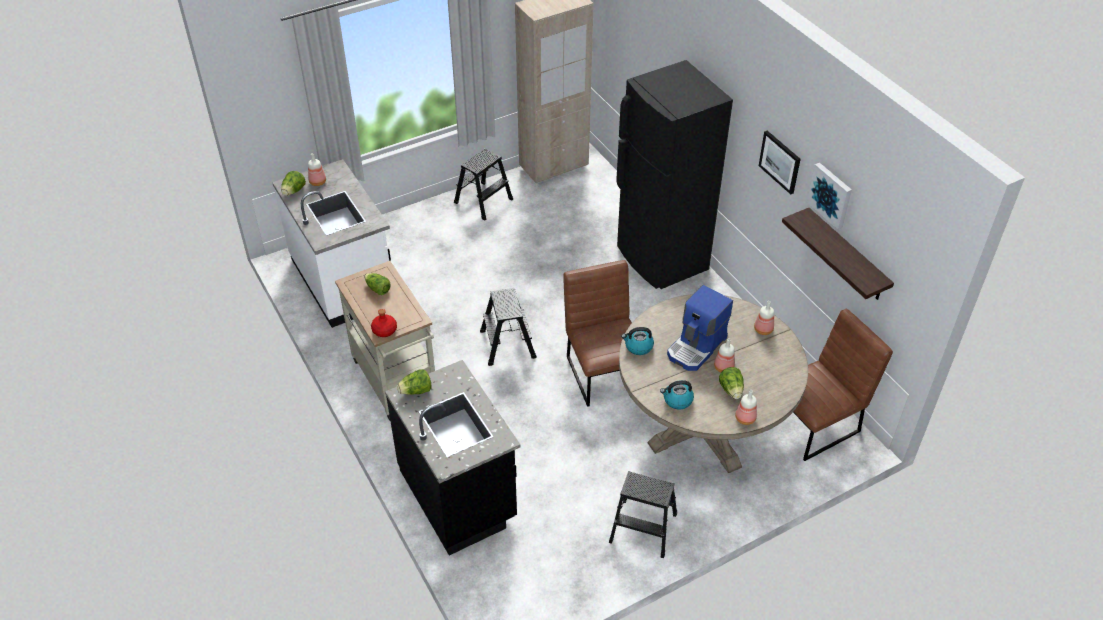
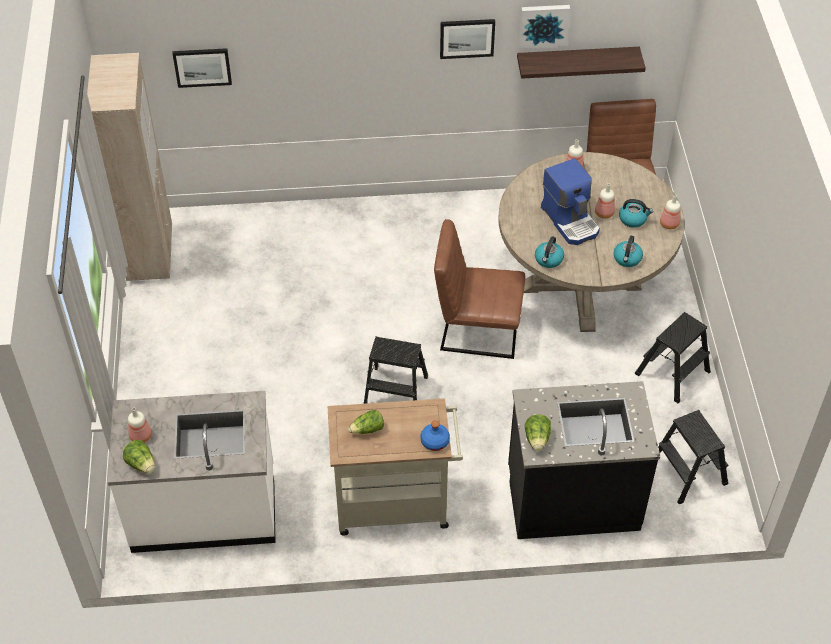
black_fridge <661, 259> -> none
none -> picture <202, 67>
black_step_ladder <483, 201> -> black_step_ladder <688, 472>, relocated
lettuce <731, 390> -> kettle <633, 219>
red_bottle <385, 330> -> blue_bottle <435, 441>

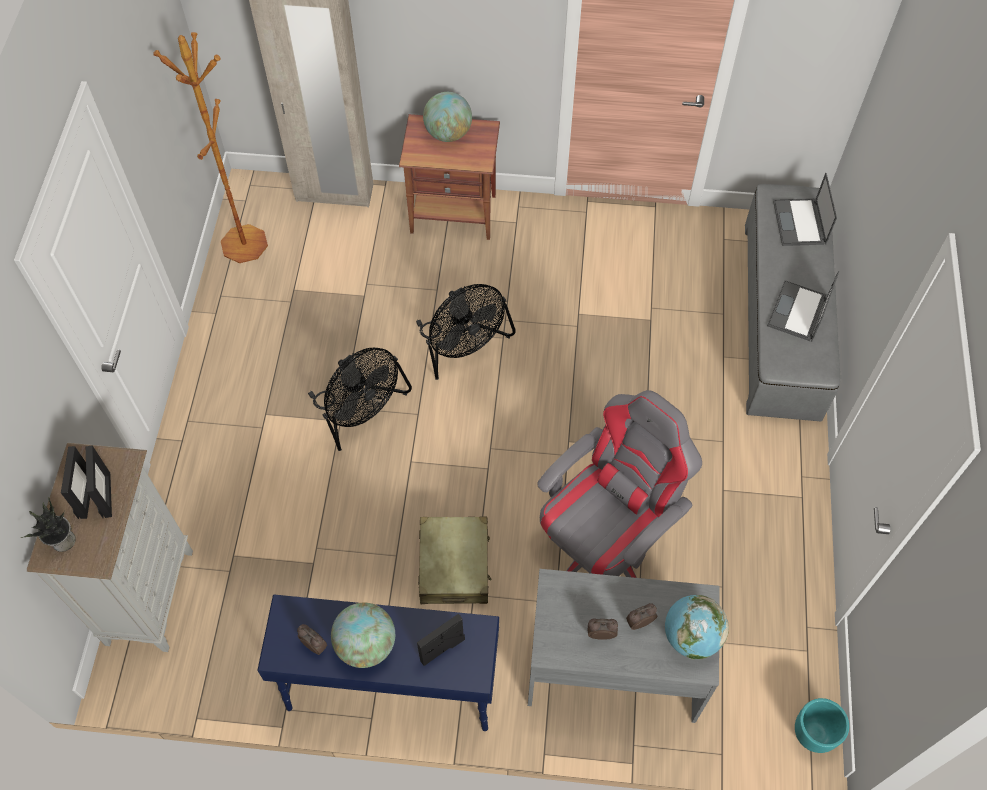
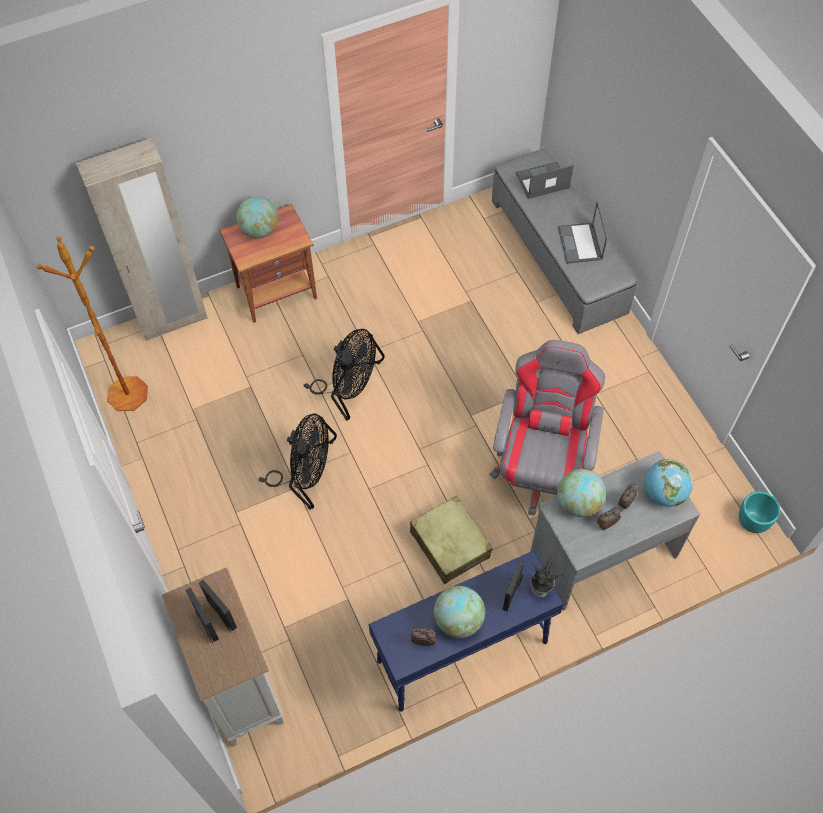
none -> globe <578, 503>
potted_plant <63, 542> -> potted_plant <540, 589>, relocated
laptop <800, 223> -> laptop <542, 181>, 105 degrees clockwise

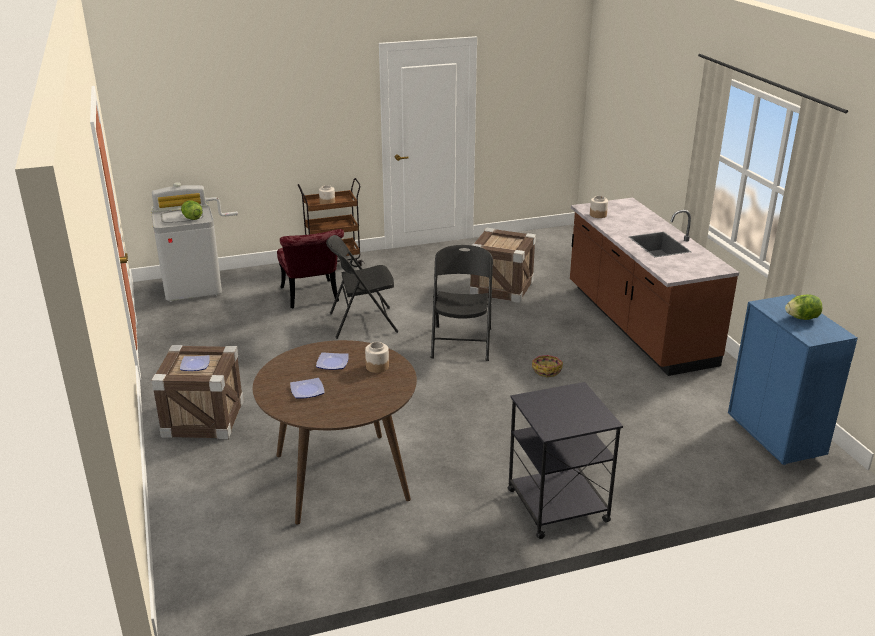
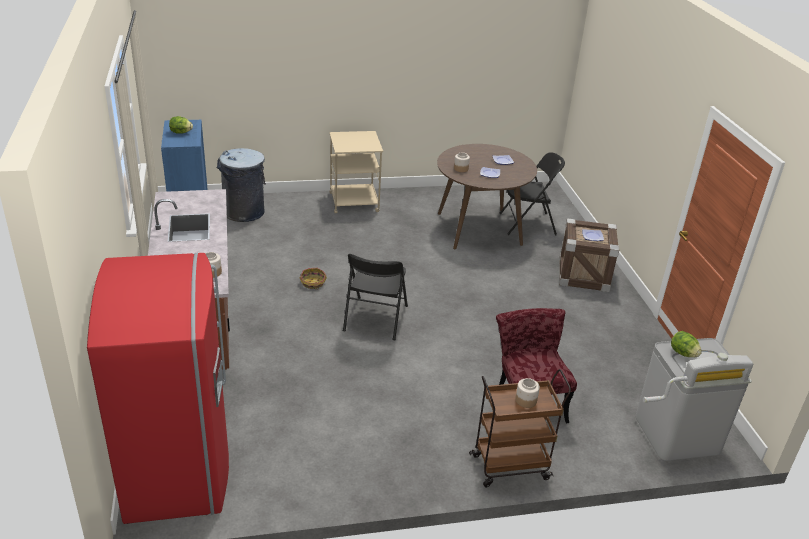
crate <501, 287> -> none
none -> red_fridge <179, 468>
none -> grey_trash_can <244, 212>
black_chair <363, 322> -> black_chair <527, 224>, relocated
black_cart <556, 506> -> beige_cart <355, 202>

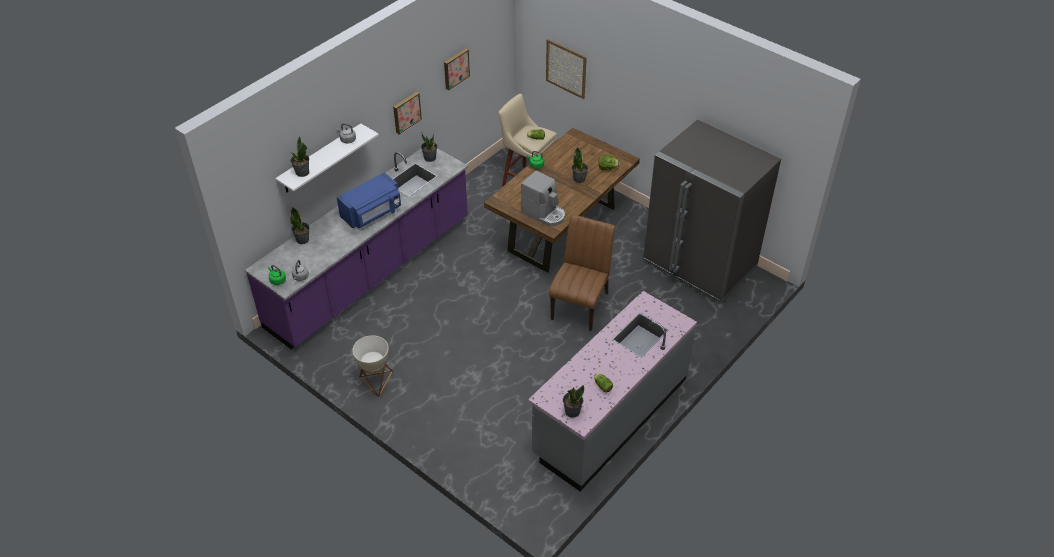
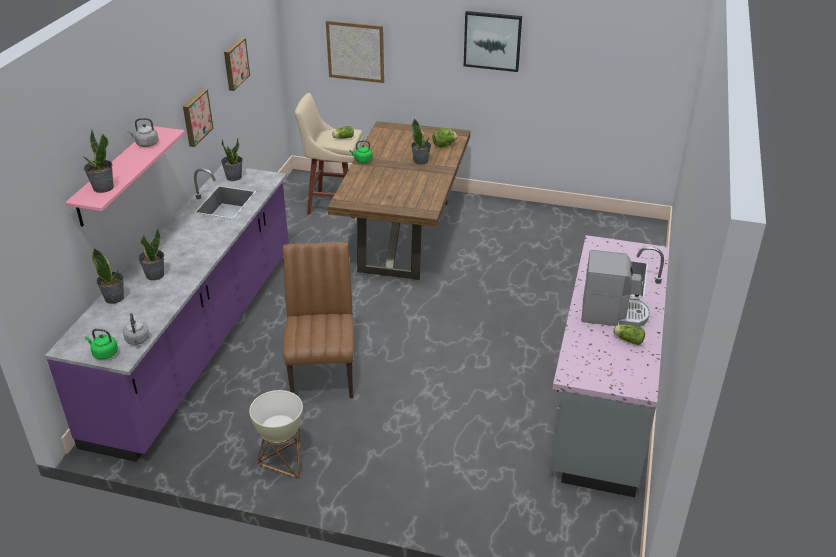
blue_microwave <372, 213> -> none
grey_fridge <699, 265> -> none
none -> picture <492, 41>
coffee_machine <544, 213> -> coffee_machine <613, 314>, relocated
brown_chair <580, 306> -> brown_chair <323, 373>, relocated
potted_plant <572, 411> -> potted_plant <154, 275>, relocated
white_shelf <320, 159> -> pink_shelf <115, 176>

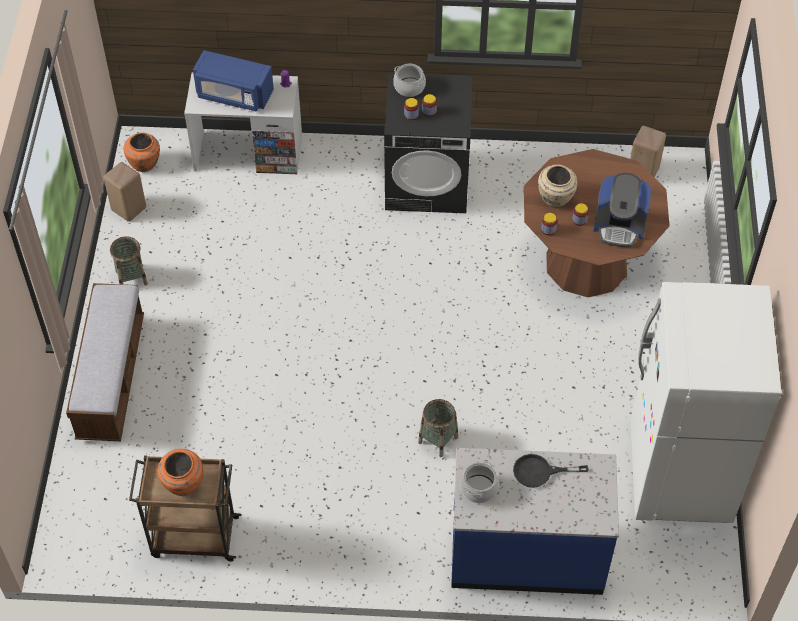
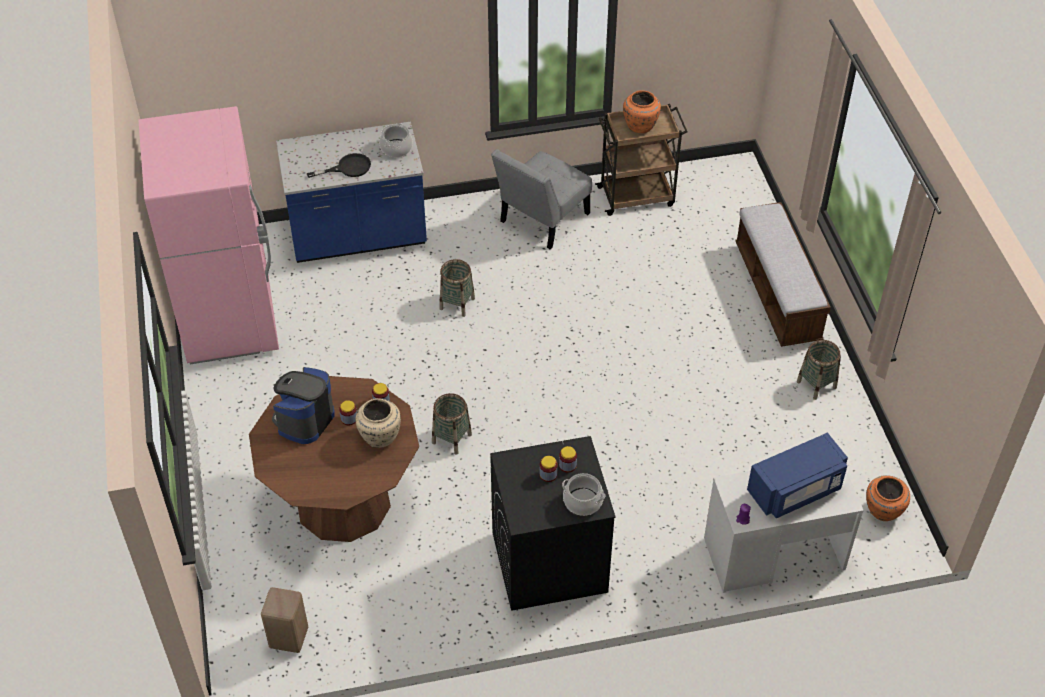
beige_stool <127, 209> -> none
none -> basket <451, 438>
none -> grey_chair <541, 220>
white_fridge <679, 474> -> pink_fridge <229, 320>
blue_microwave <234, 95> -> blue_microwave <795, 490>, 150 degrees clockwise
coffee_machine <619, 227> -> coffee_machine <304, 420>, 60 degrees counterclockwise

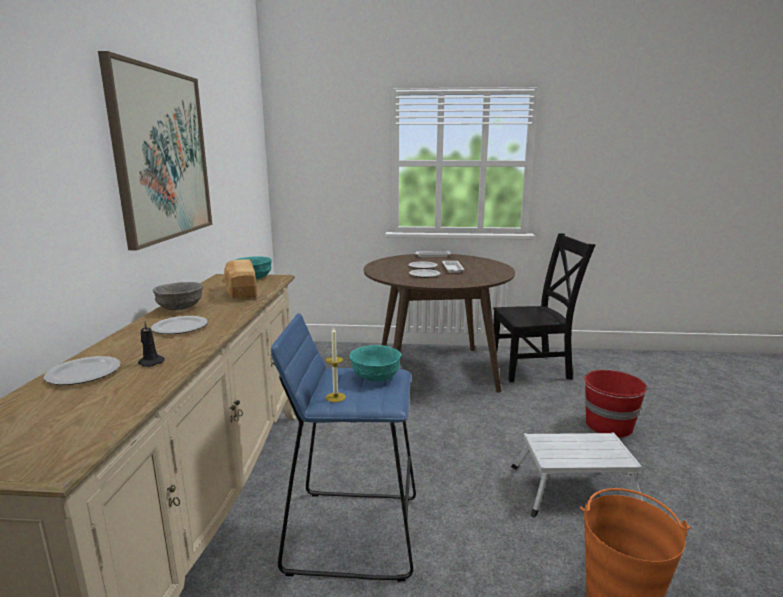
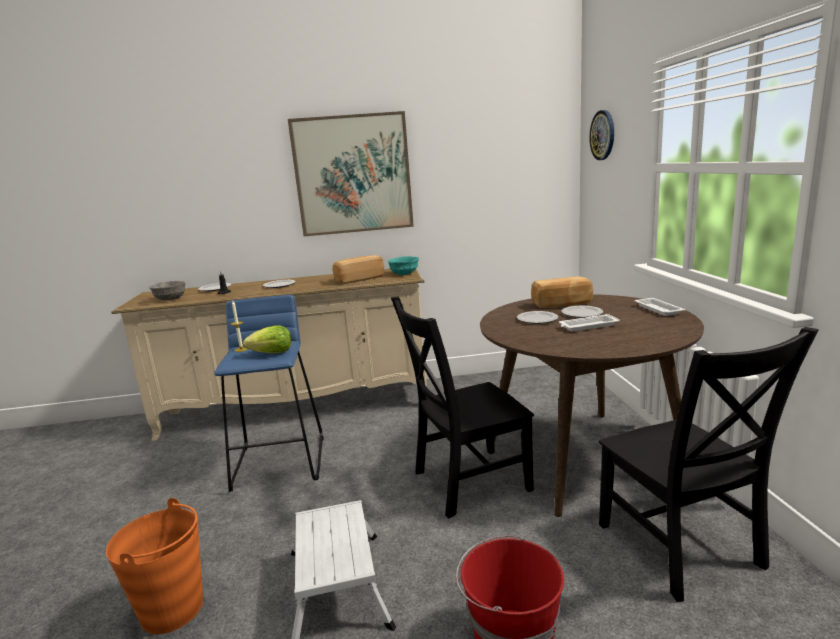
none -> black_chair <466, 482>
none -> bread <562, 304>
none -> wall_clock <603, 135>
grey_bowl <180, 308> -> grey_bowl <170, 299>, relocated
turquoise_bowl <376, 376> -> lettuce <272, 353>

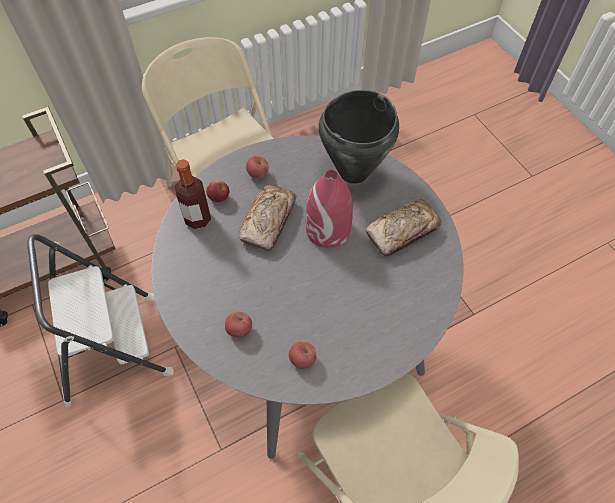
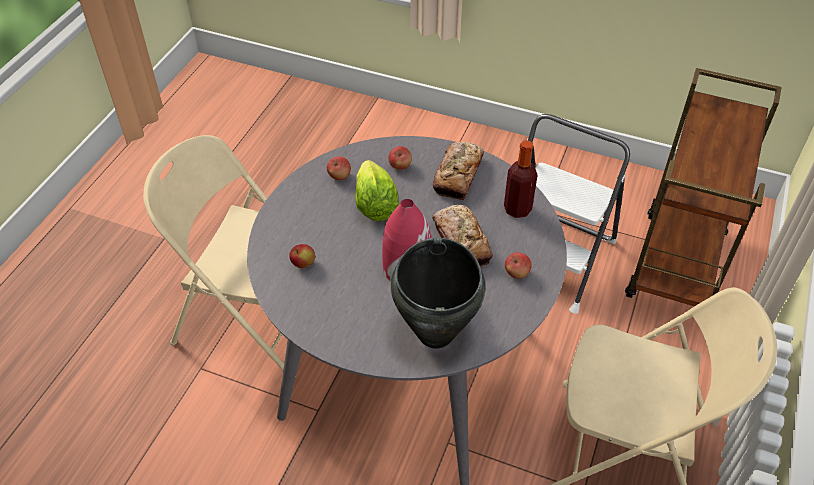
none -> lettuce <375, 205>
apple <219, 198> -> apple <303, 264>, relocated
bread <402, 232> -> bread <458, 175>, relocated

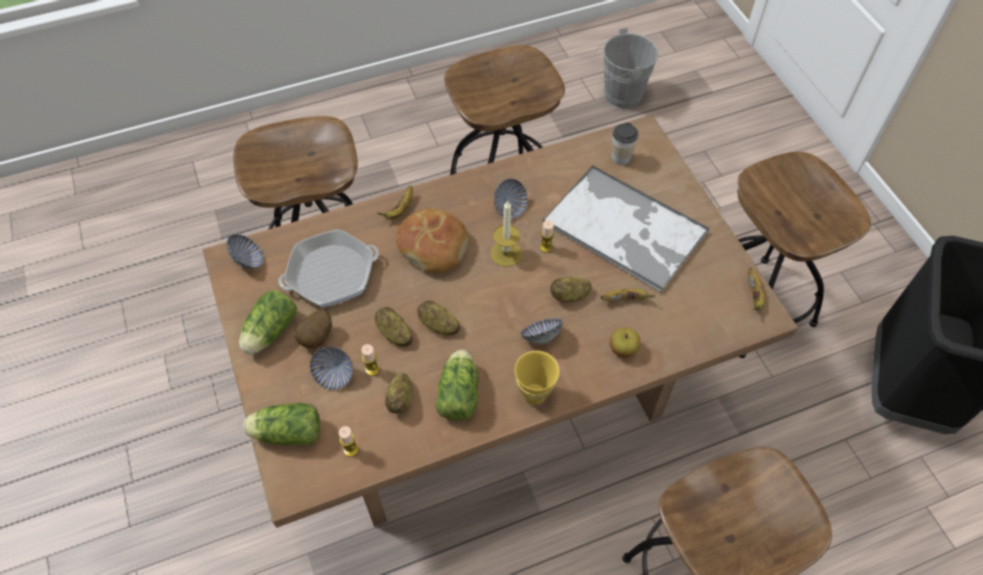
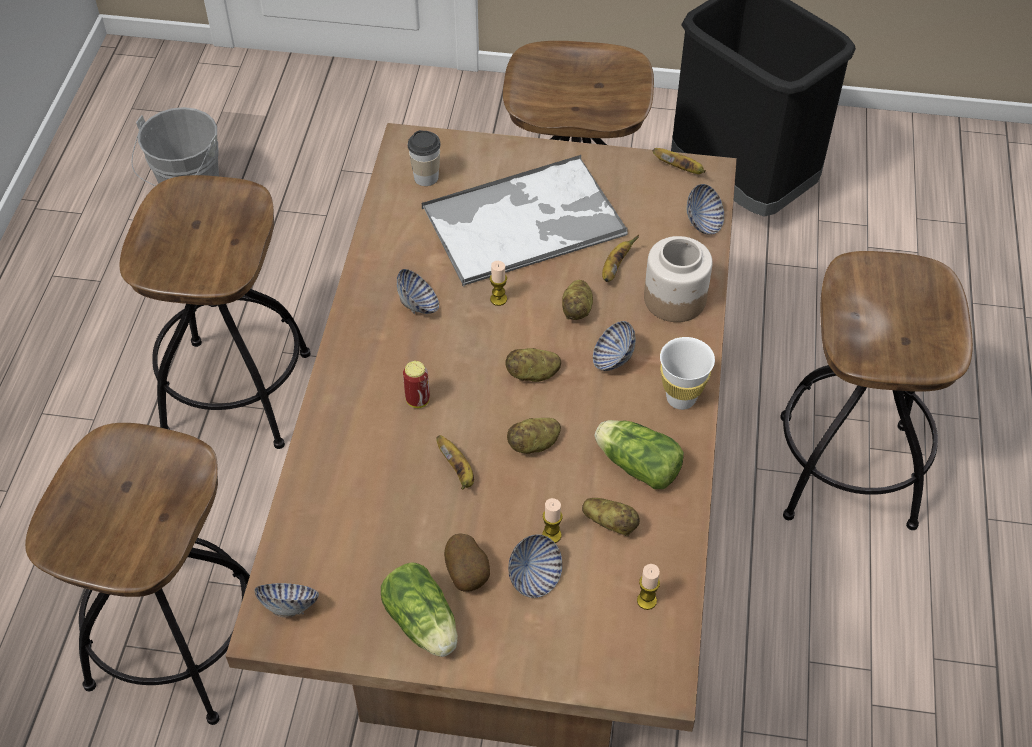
lettuce <285, 432> -> none
frying_pan <331, 274> -> none
candle <506, 253> -> none
none -> bowl <703, 223>
potato <394, 334> -> potato <533, 374>, relocated
banana <400, 210> -> banana <458, 470>, relocated
bread <433, 246> -> can <418, 400>
apple <623, 349> -> jar <674, 299>
yellow_cup <534, 394> -> white_cup <681, 398>

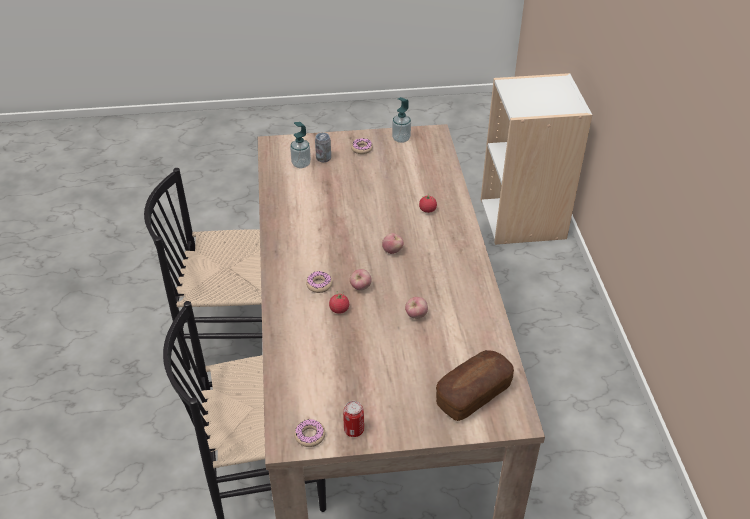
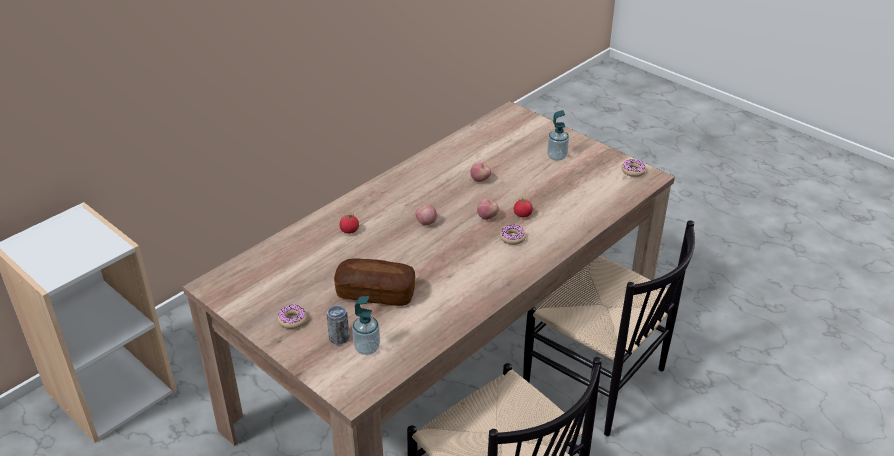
can <354, 430> -> none
soap_dispenser <401, 139> -> soap_dispenser <557, 156>, relocated
bread <473, 394> -> bread <376, 293>, relocated

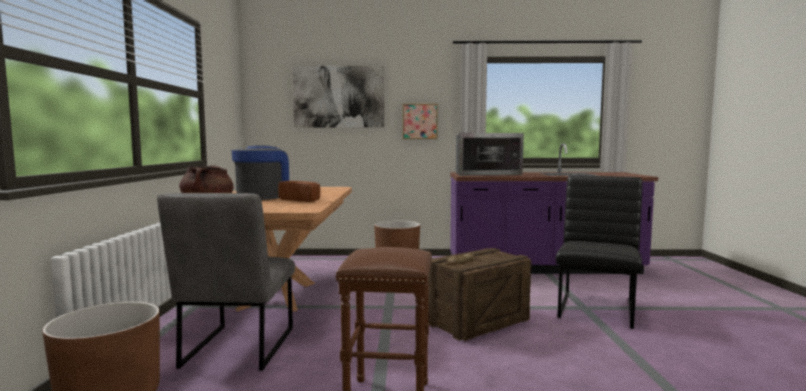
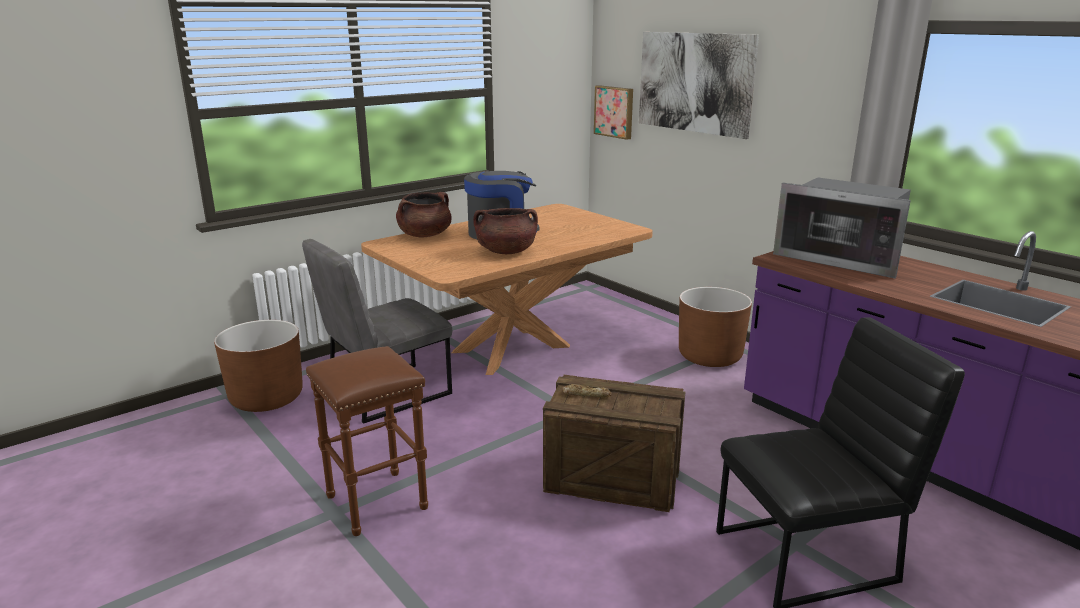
picture <420, 121> -> picture <614, 111>, relocated
bread <302, 200> -> brown_cooking_pot <506, 252>

